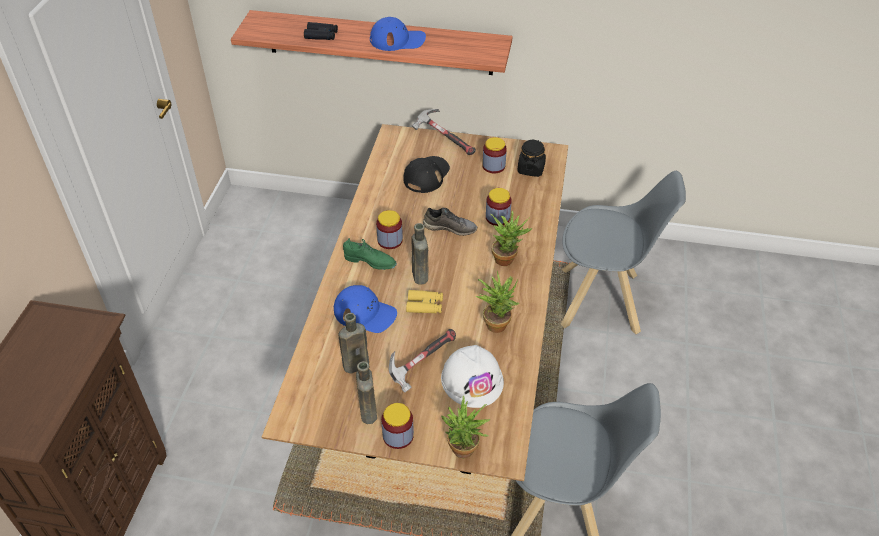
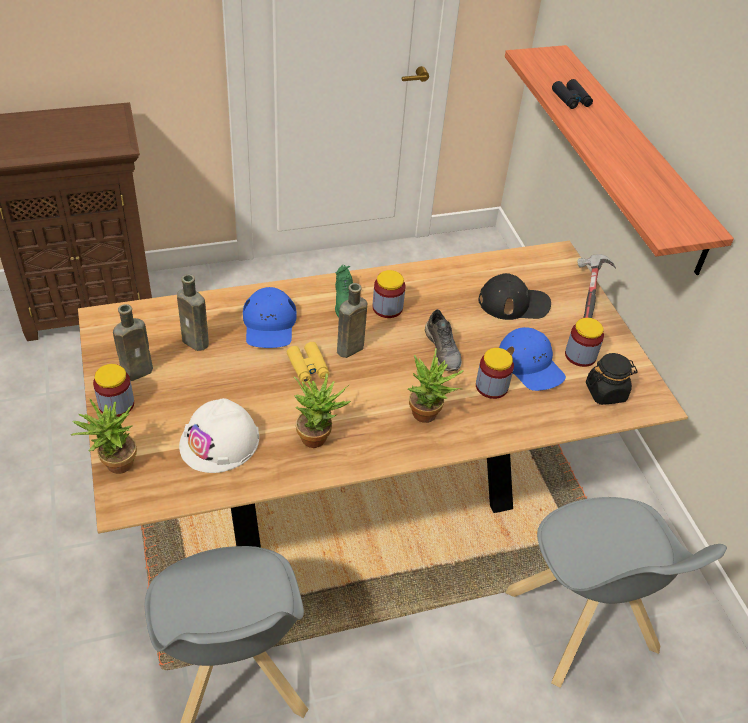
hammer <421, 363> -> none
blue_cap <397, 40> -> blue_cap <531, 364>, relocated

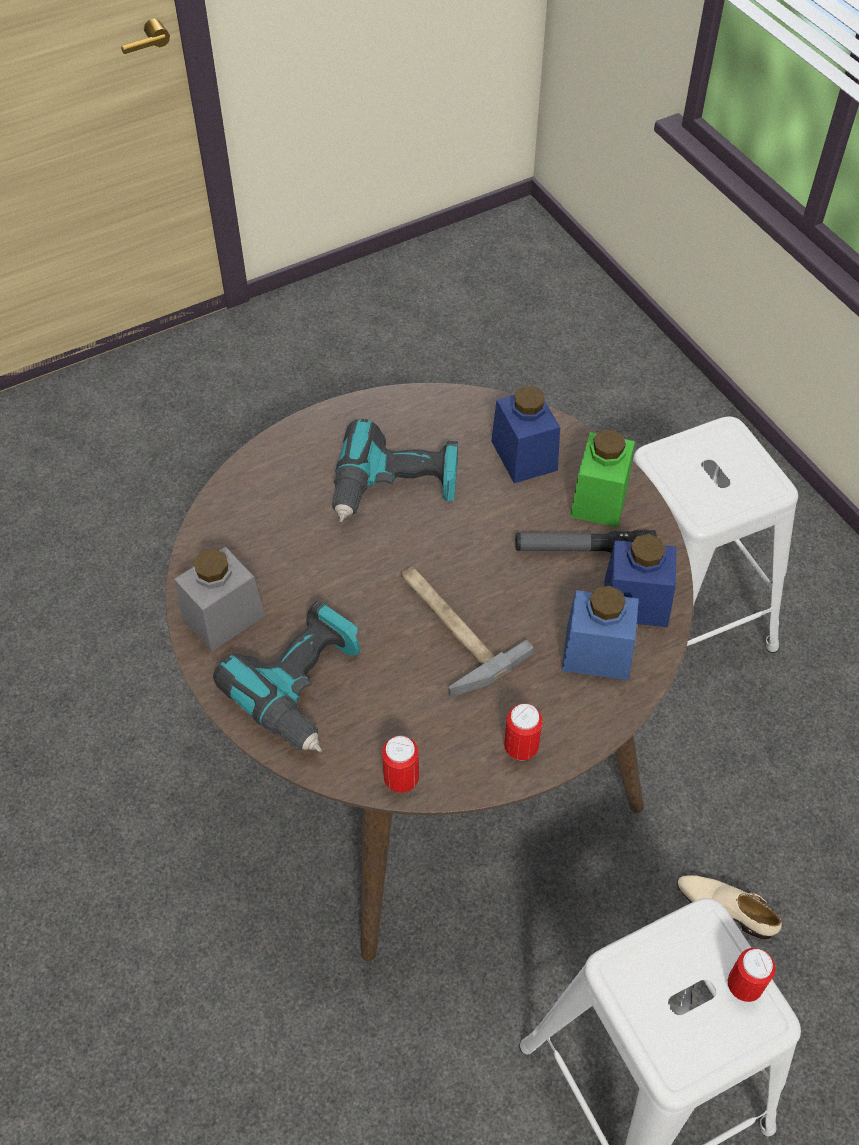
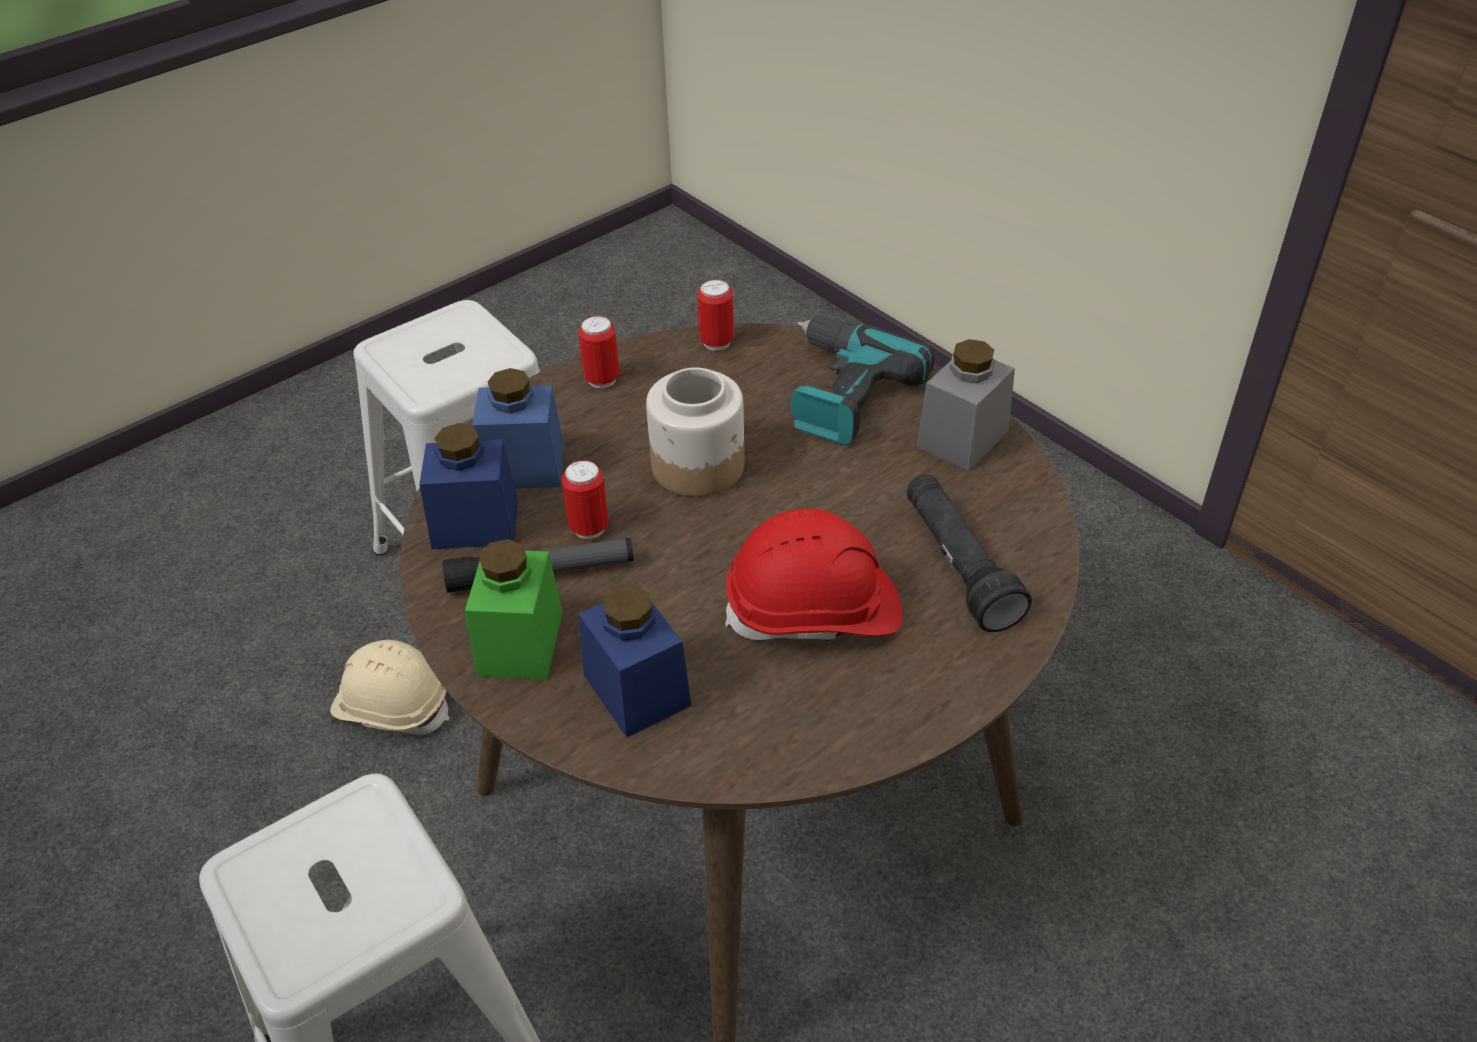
none -> black_flashlight <958, 566>
can <744, 986> -> can <589, 527>, relocated
power_drill <395, 488> -> red_hard_hat <814, 611>
hammer <449, 627> -> jar <699, 466>
beige_shoe <725, 908> -> beige_hard_hat <392, 706>

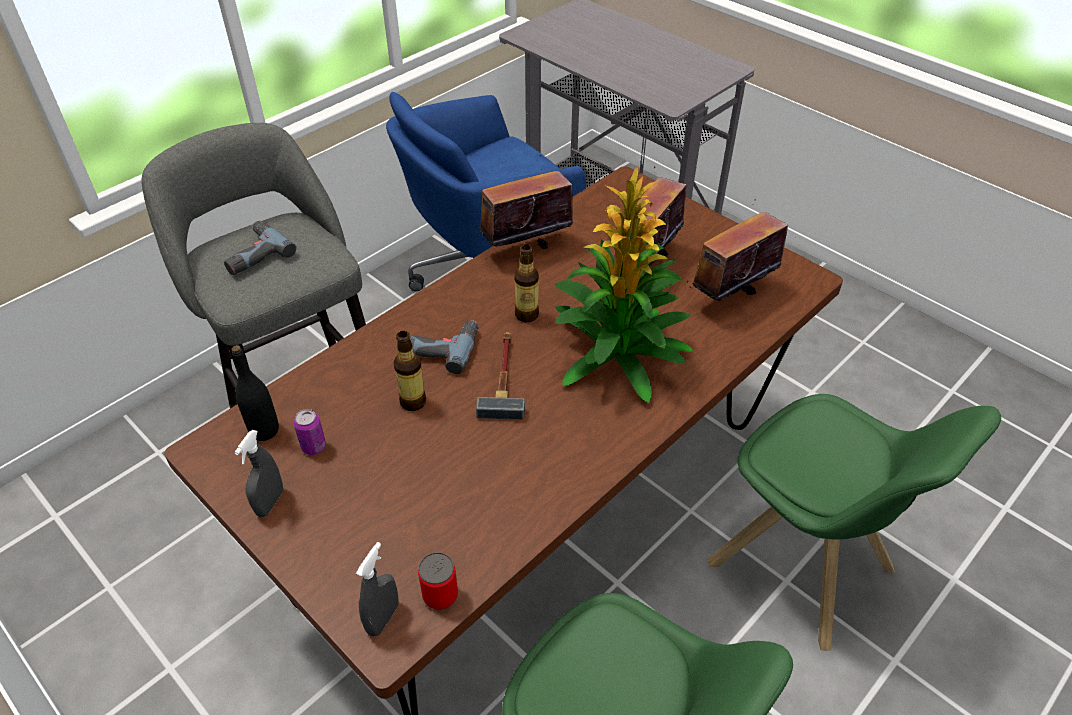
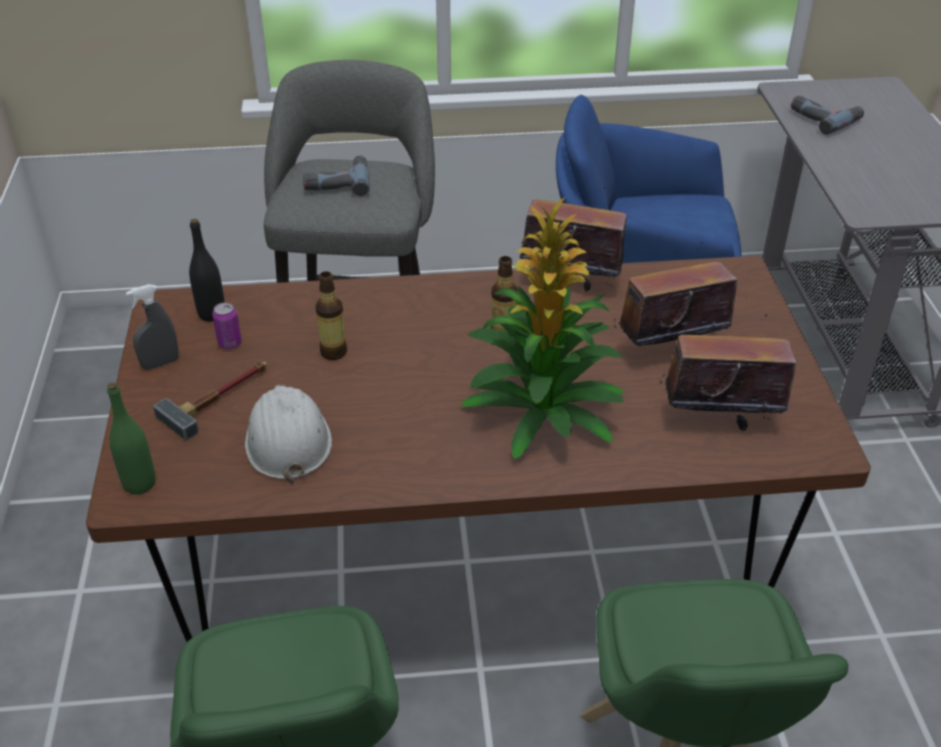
can <440, 595> -> none
none -> white_hard_hat <287, 439>
power_drill <439, 346> -> power_drill <824, 118>, relocated
hammer <504, 377> -> hammer <220, 398>, relocated
grey_spray_bottle <383, 618> -> green_bottle <139, 483>

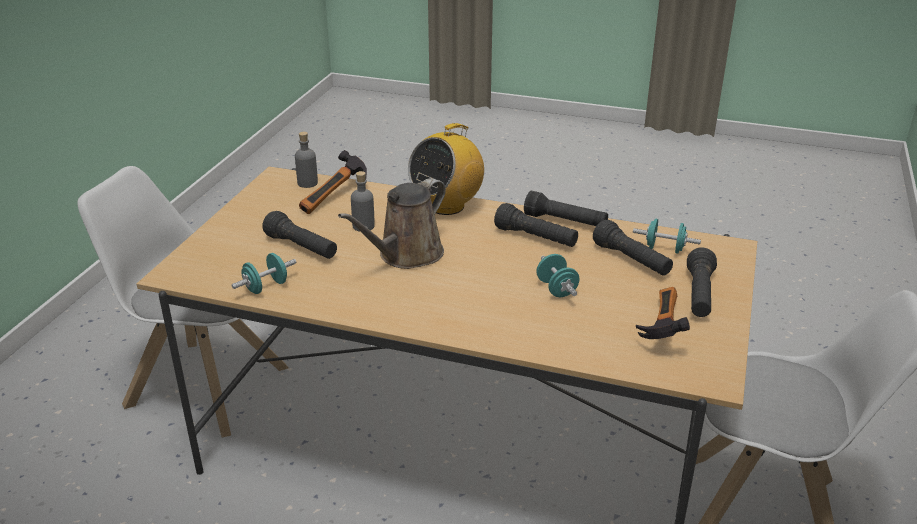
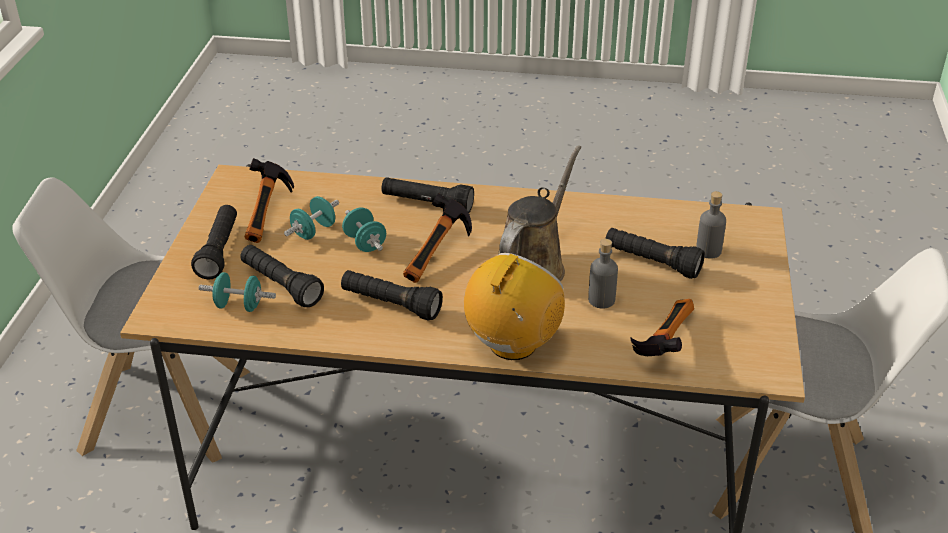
none -> hammer <439, 256>
turquoise_dumbbell <266, 287> -> turquoise_dumbbell <313, 231>, relocated
grey_bottle <307, 183> -> grey_bottle <708, 251>, relocated
black_flashlight <565, 222> -> black_flashlight <427, 204>, relocated

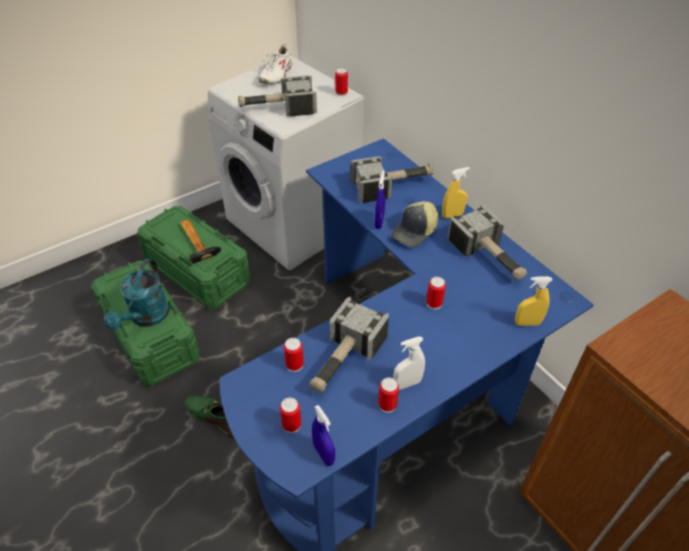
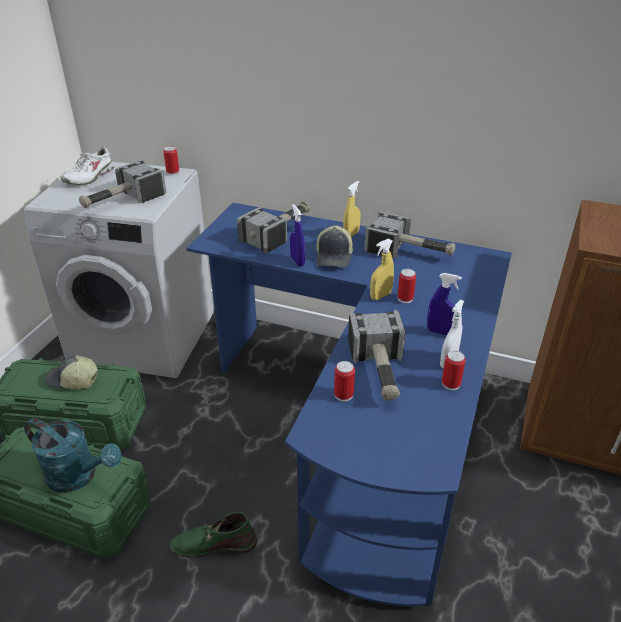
can <291, 424> -> none
blue_spray_bottle <324, 454> -> blue_spray_bottle <440, 332>, relocated
yellow_spray_bottle <527, 323> -> yellow_spray_bottle <380, 296>, relocated
hammer <197, 240> -> cap <73, 380>
turquoise_watering_can <146, 318> -> turquoise_watering_can <79, 476>, 45 degrees counterclockwise
white_shoe <276, 75> -> white_shoe <89, 177>, 45 degrees clockwise

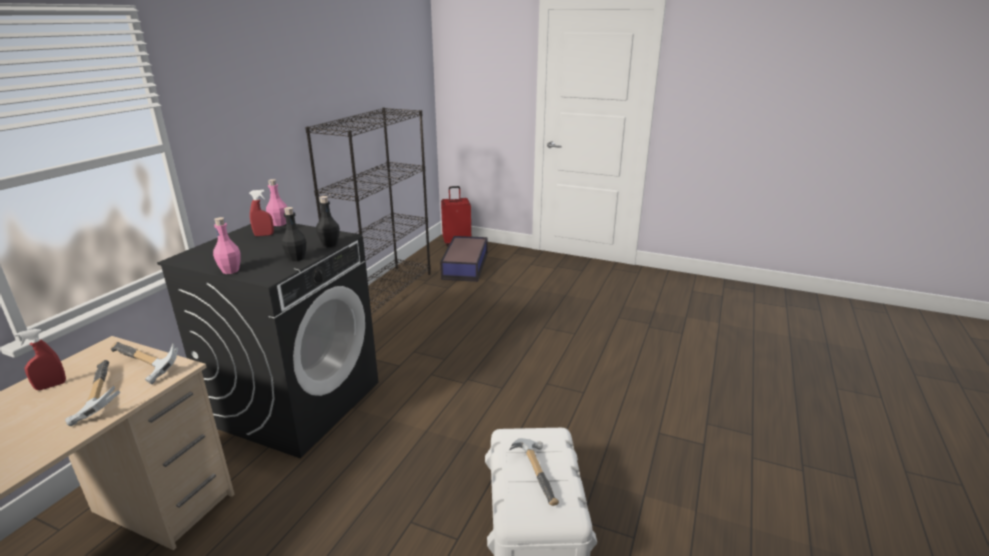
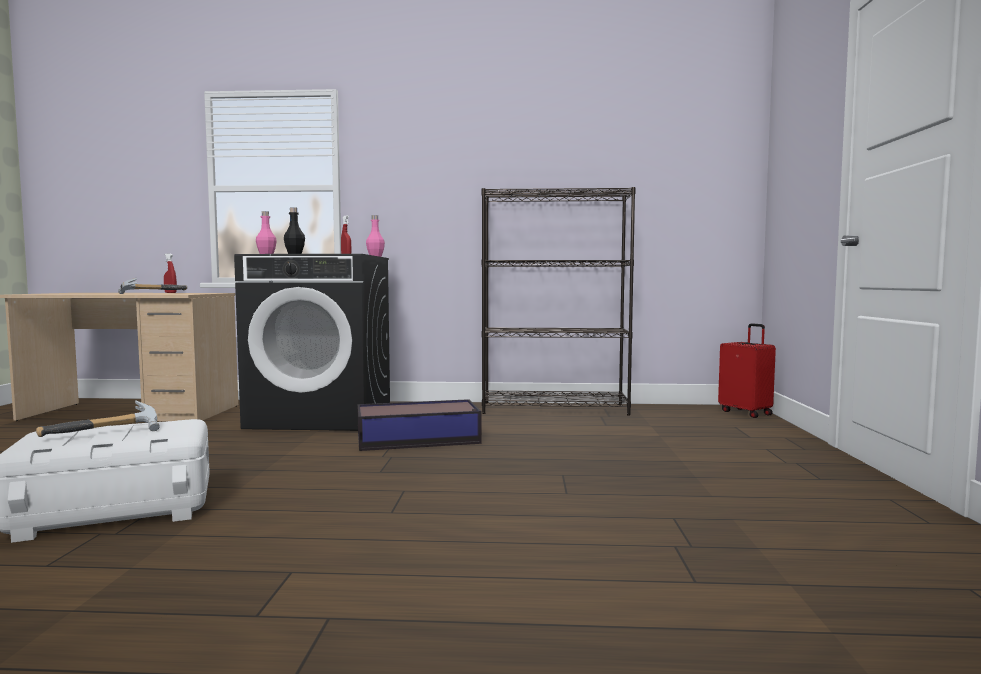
hammer <142, 367> -> none
black_bottle <329, 244> -> none
storage_box <466, 265> -> storage_box <419, 439>, relocated

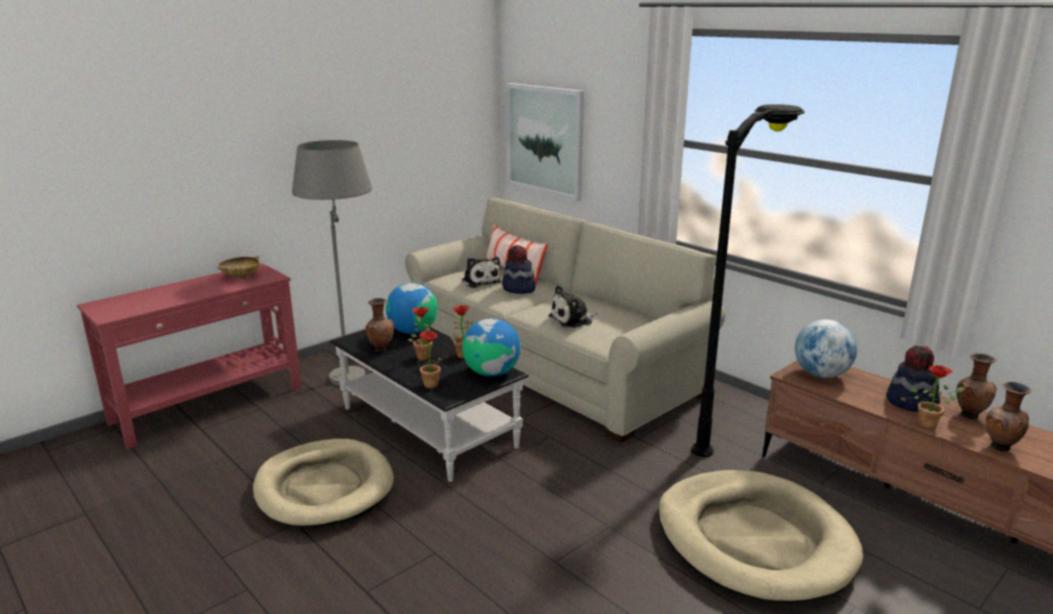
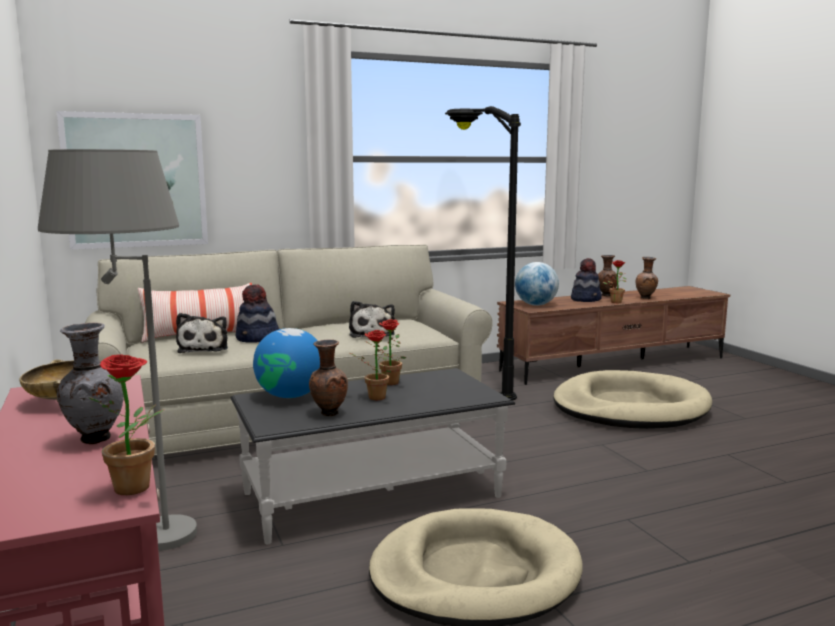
globe <491, 372> -> none
none -> grey_vase <94, 439>
potted_plant <431, 386> -> potted_plant <139, 488>, relocated
plush_toy <480, 281> -> plush_toy <204, 348>, 90 degrees clockwise

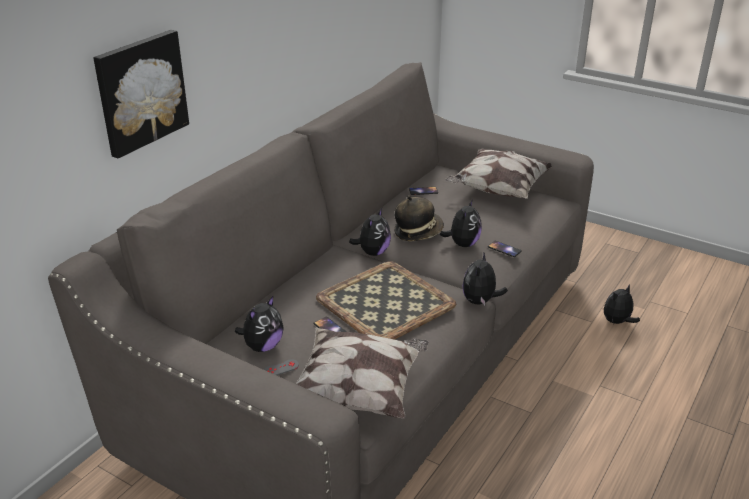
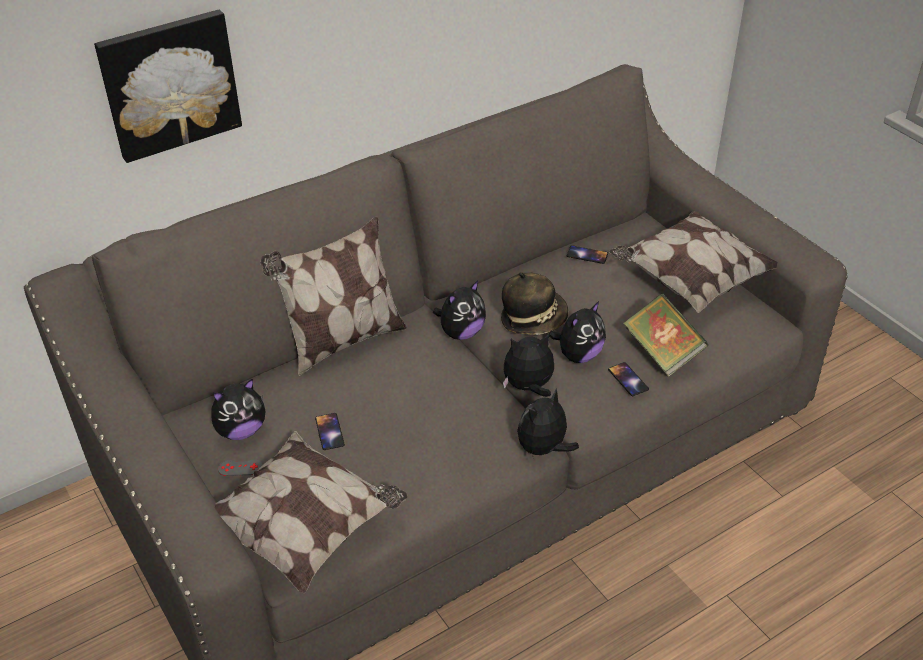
tray <385, 301> -> none
none -> pillow <342, 341>
none -> book <662, 352>
plush_toy <617, 322> -> plush_toy <528, 387>, relocated

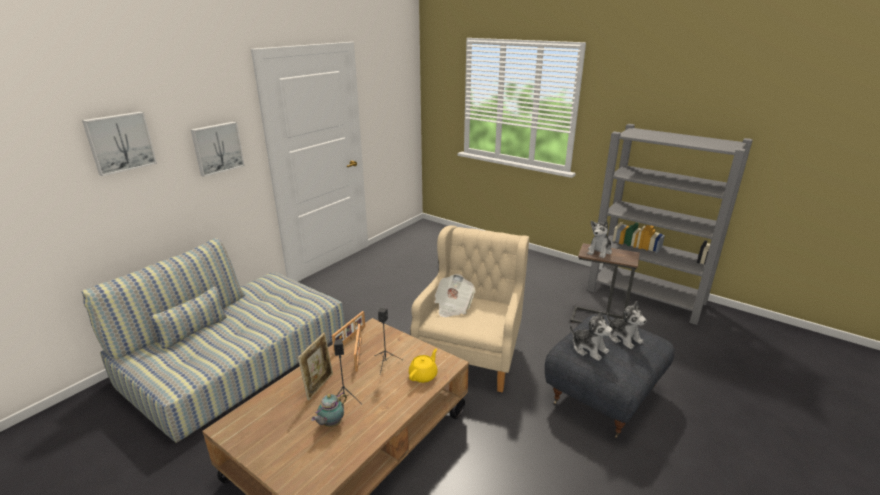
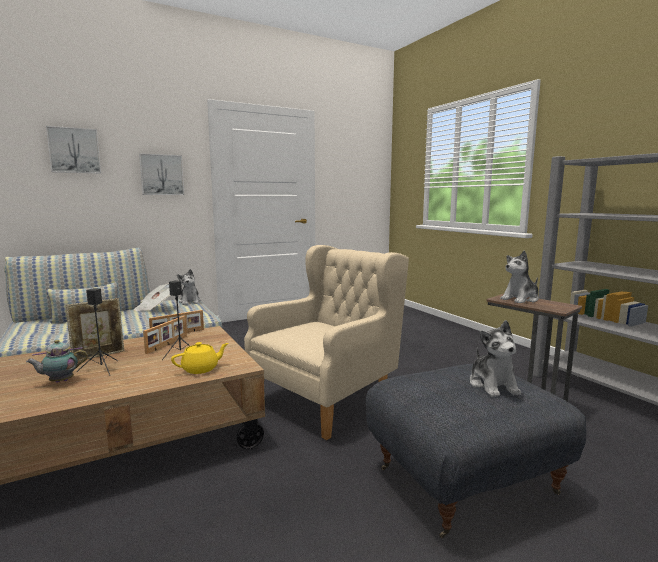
newspaper <452, 306> -> newspaper <155, 307>, relocated
plush_toy <589, 349> -> plush_toy <190, 302>, relocated

